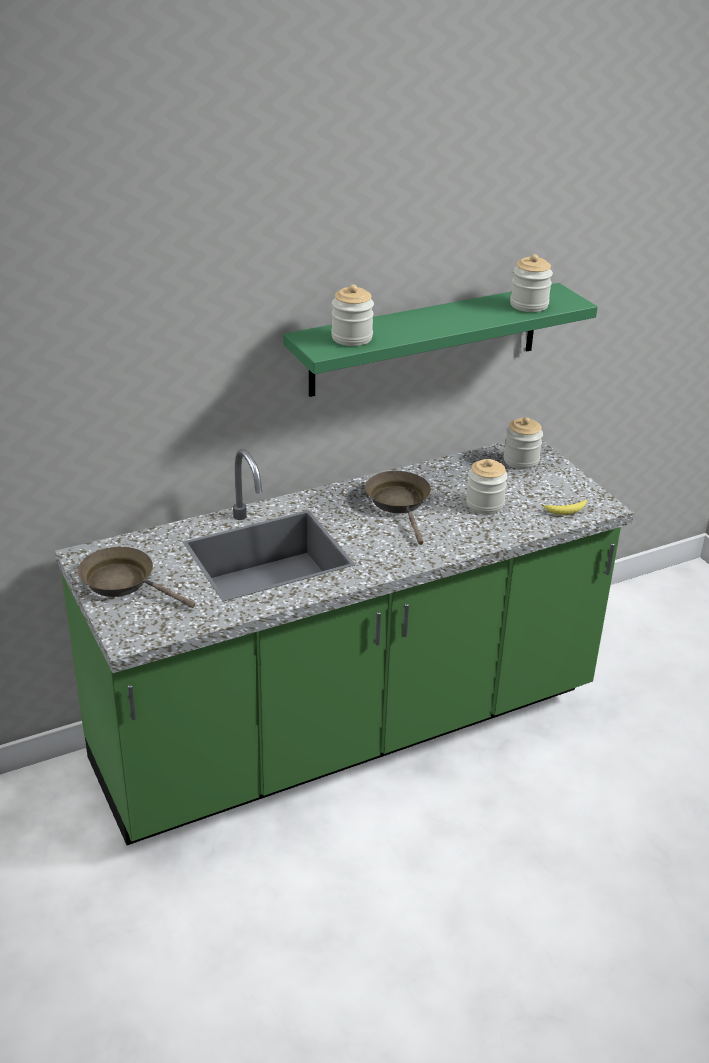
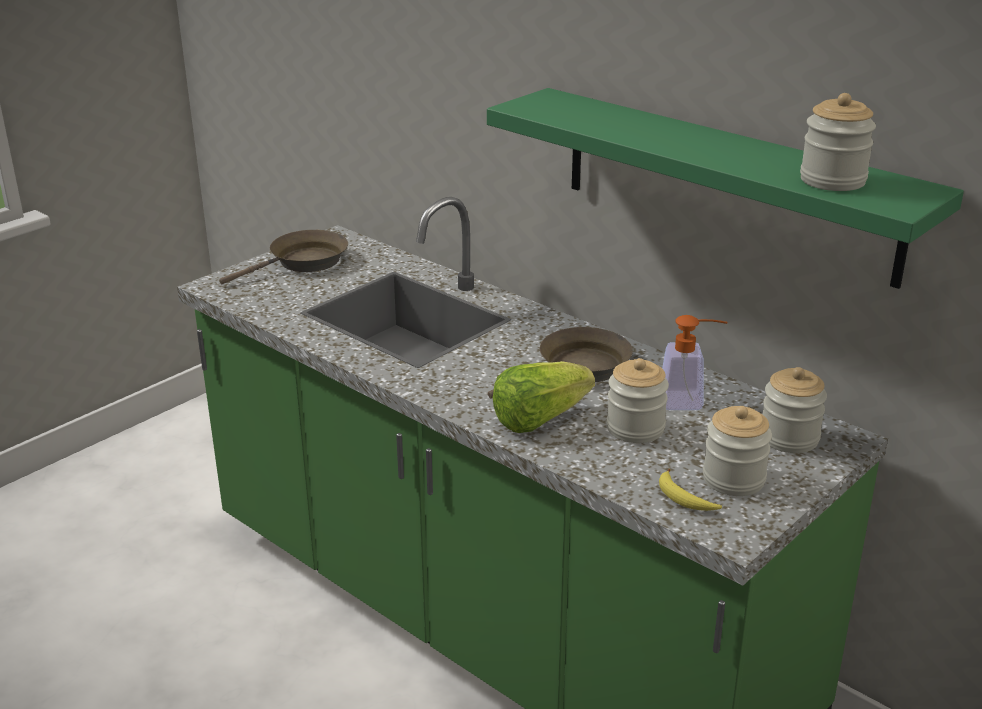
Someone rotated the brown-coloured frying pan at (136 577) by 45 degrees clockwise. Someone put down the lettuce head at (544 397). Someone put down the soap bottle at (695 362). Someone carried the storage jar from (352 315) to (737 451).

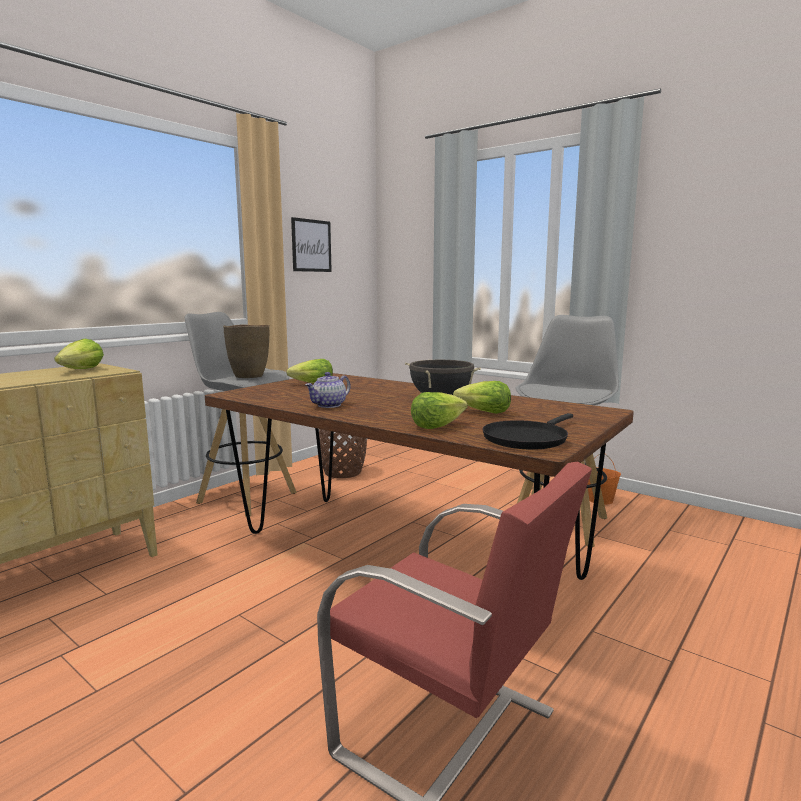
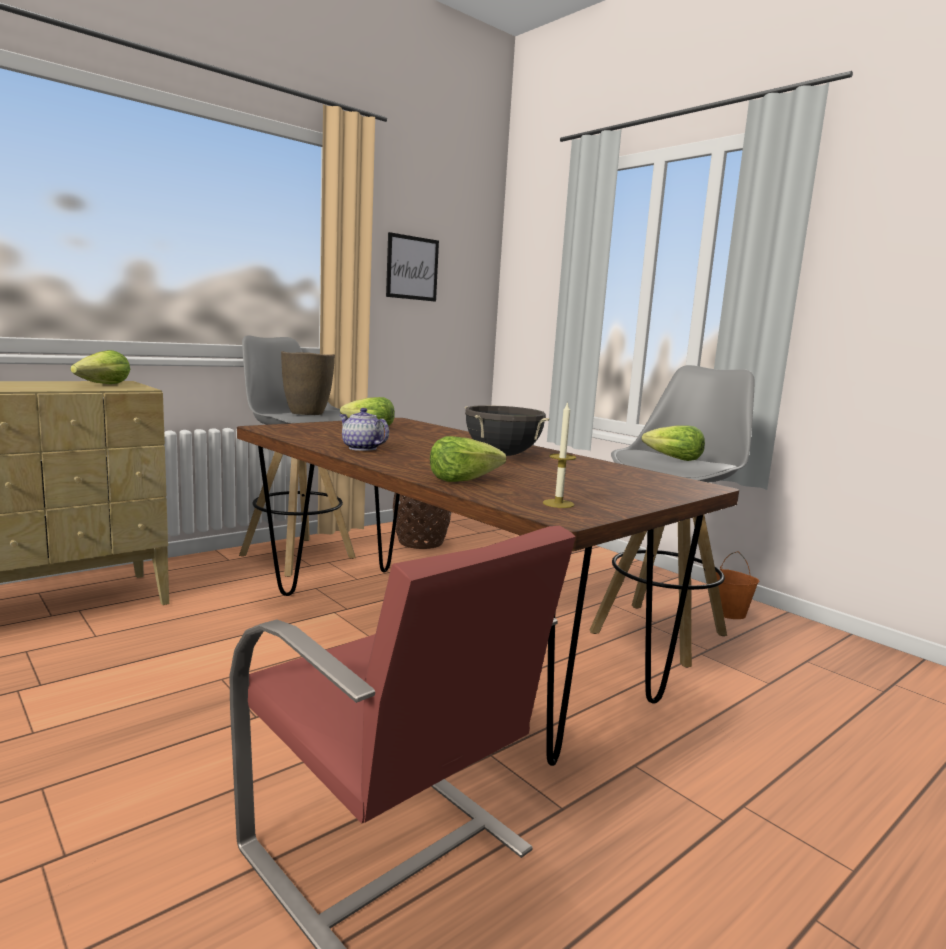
Someone rotated the tea pot at (328 390) by 75 degrees clockwise. Someone swapped the blackish frying pan at (528 431) for the wax candle at (560 454). Someone carried the lettuce head from (482 397) to (673 443).

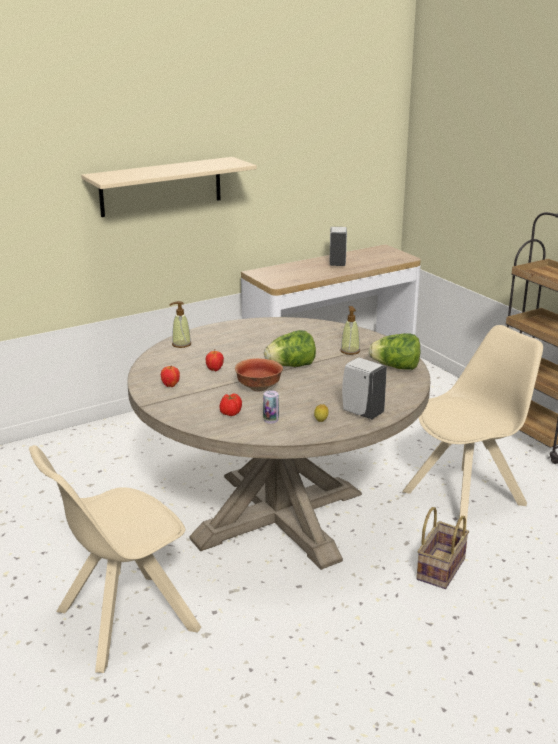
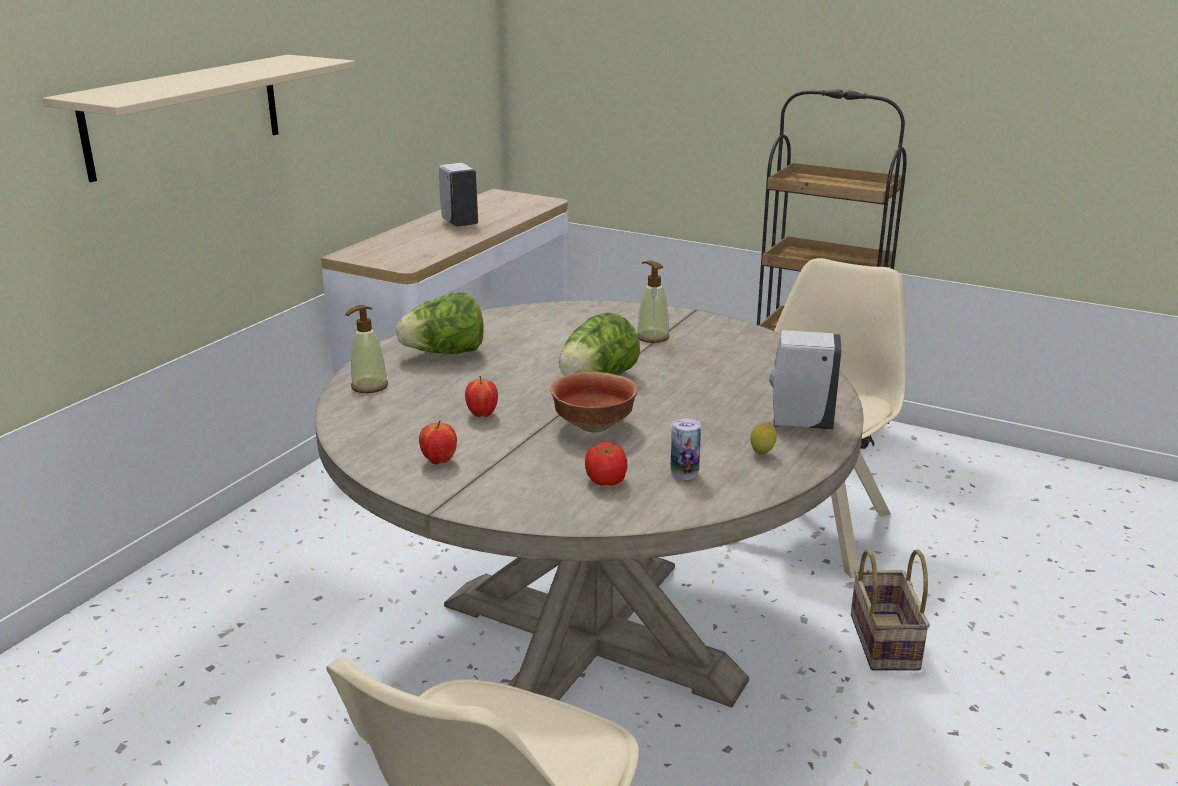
Someone carried the lettuce head from (394 351) to (440 323).

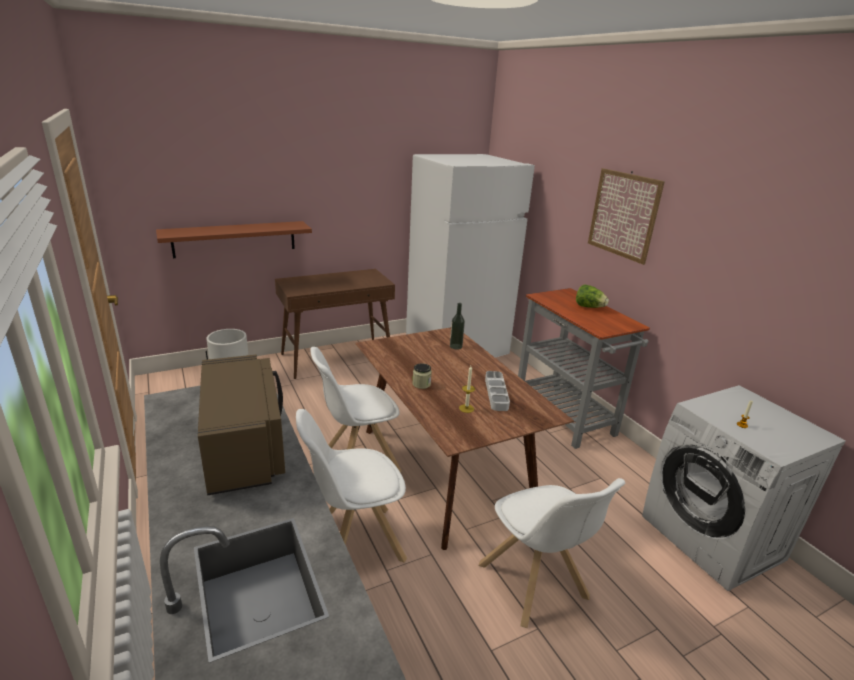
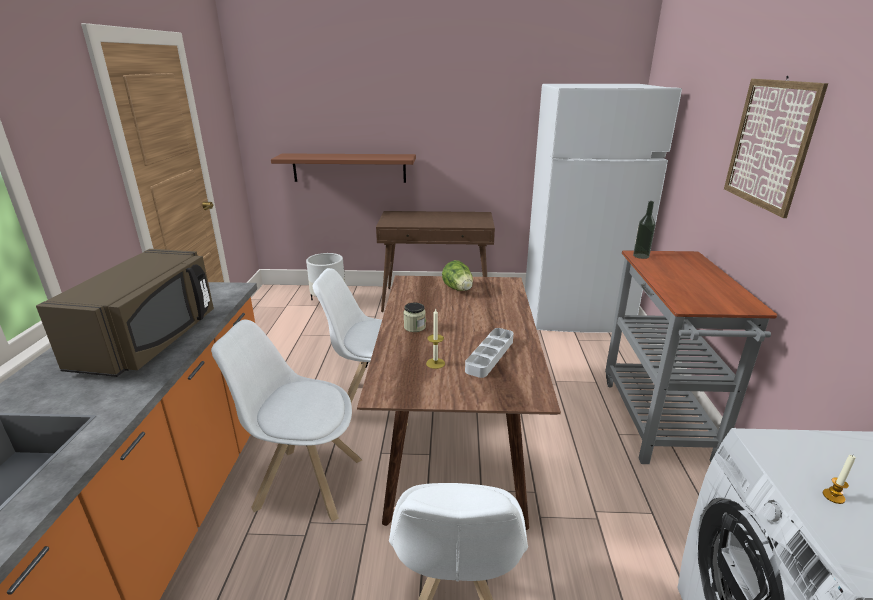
Someone carried the lettuce head from (592 296) to (457 275). Someone carried the drink bottle from (457 326) to (644 230).

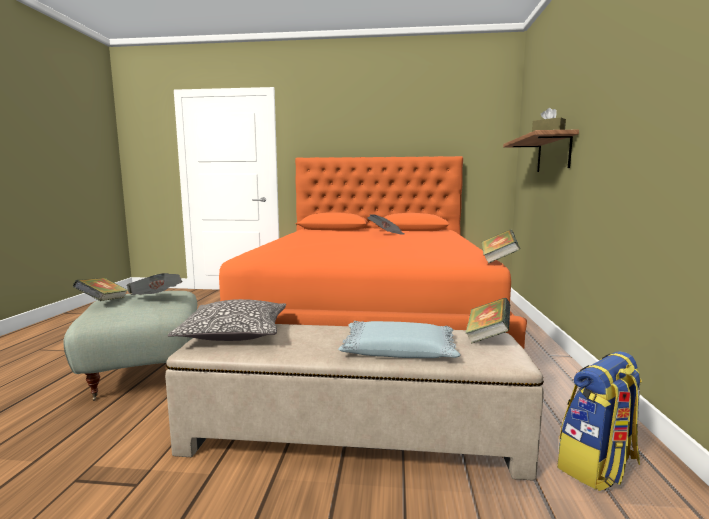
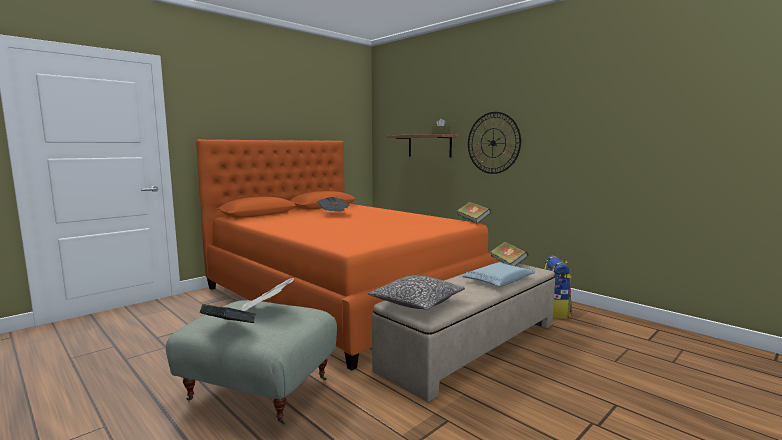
Someone put up the clock on the wall at (494 143).

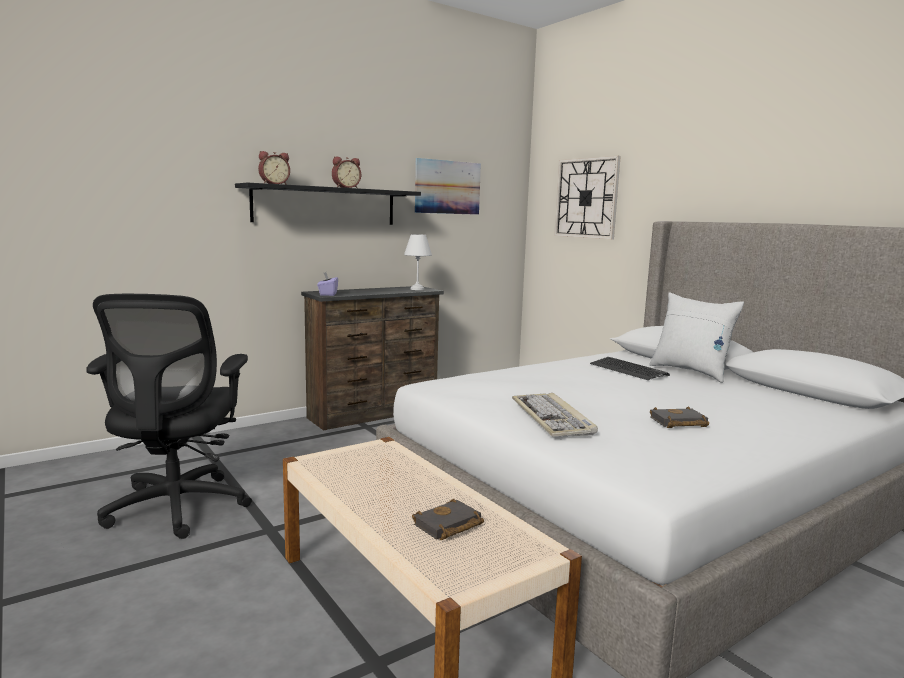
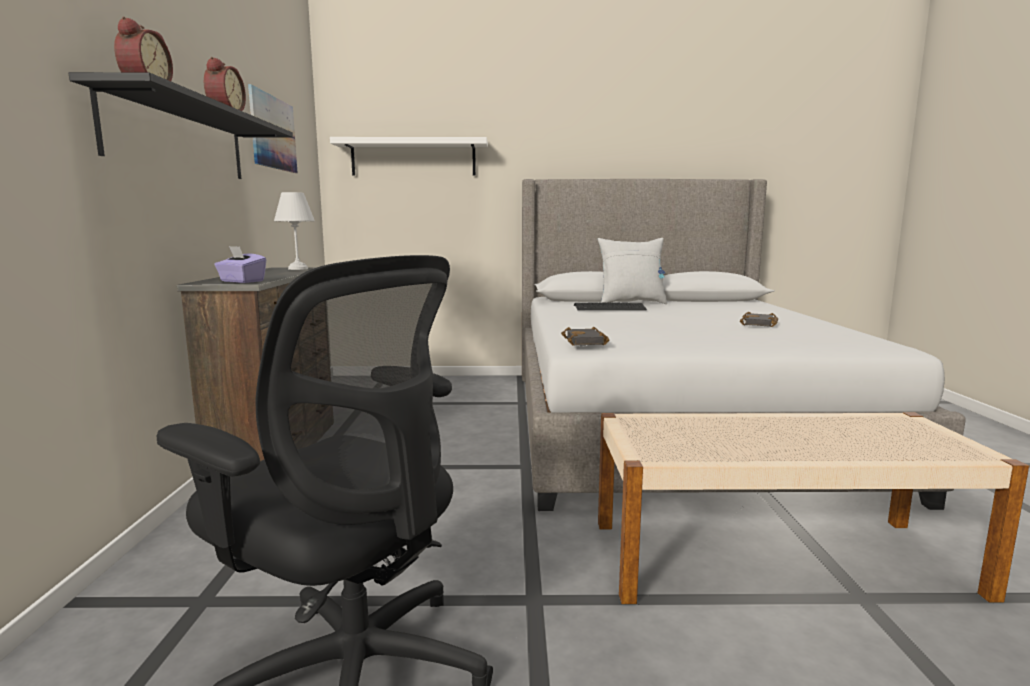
Someone swapped the clock on the wall at (587 197) for the white shelf at (409 156). Someone carried the blackish volume from (448 519) to (585 336). Someone took away the computer keyboard at (555 415).

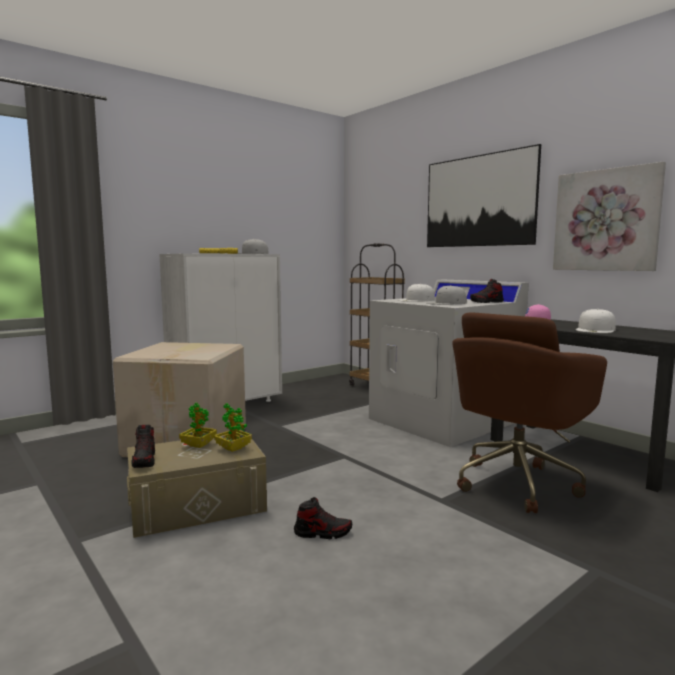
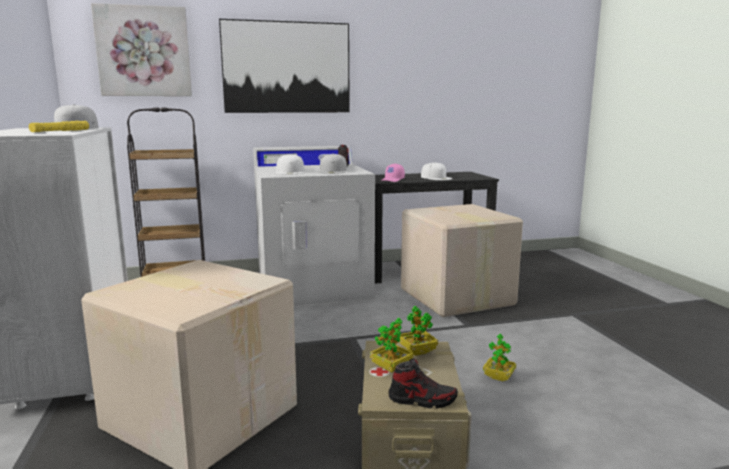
Someone carried the wall art from (609 216) to (141 49). Someone swapped the brown-coloured desk chair at (529 412) for the packing box at (462 260). Someone swapped the shoe at (323 518) for the houseplant at (499 357).

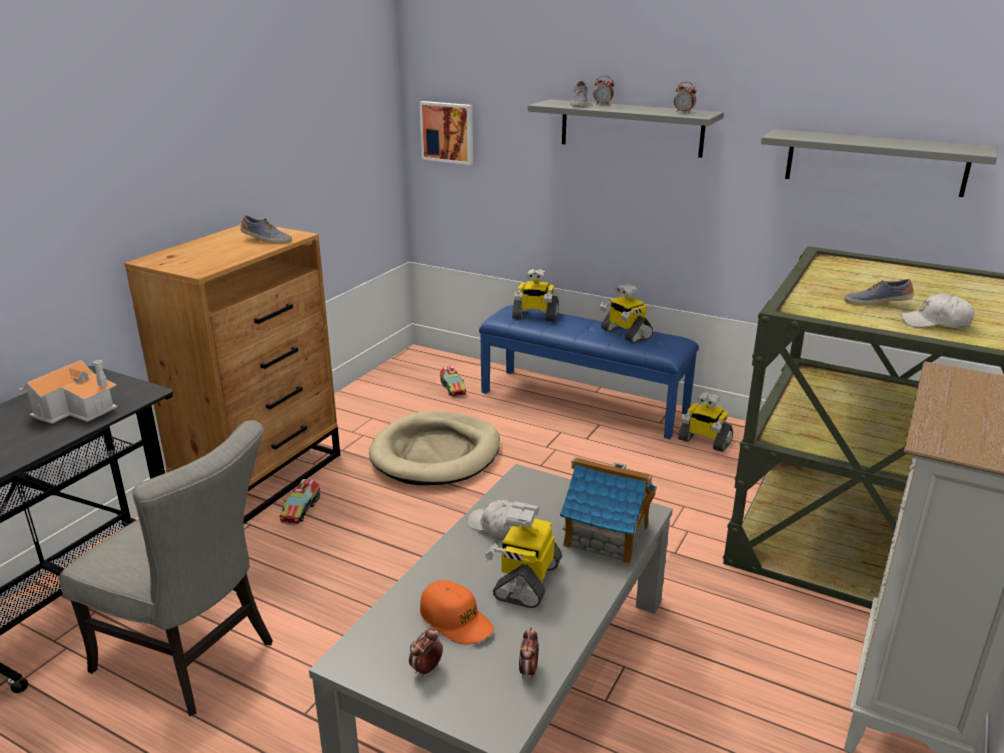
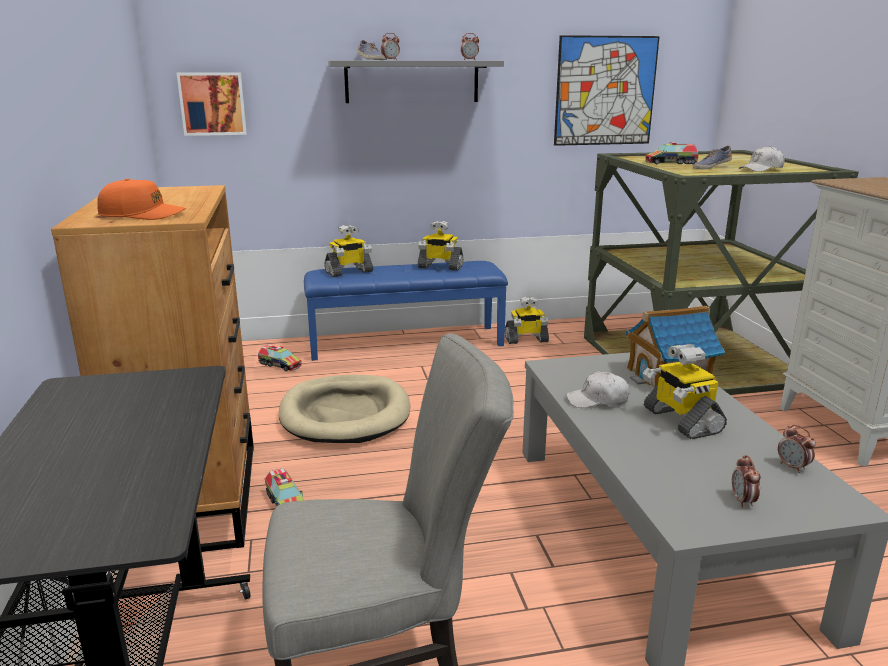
Someone carried the orange baseball cap from (457 612) to (141 199). Someone swapped the grey shelf at (879 163) for the wall art at (607 90). Someone put down the model truck at (671 153). Someone took away the model house at (68 392). Someone took away the shoe at (266 229).

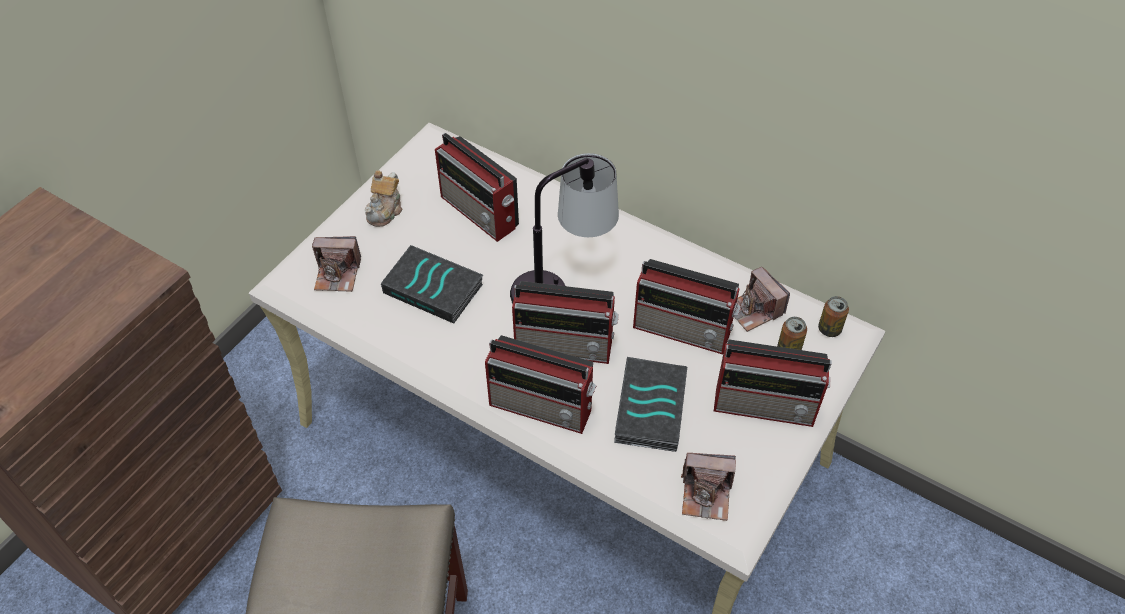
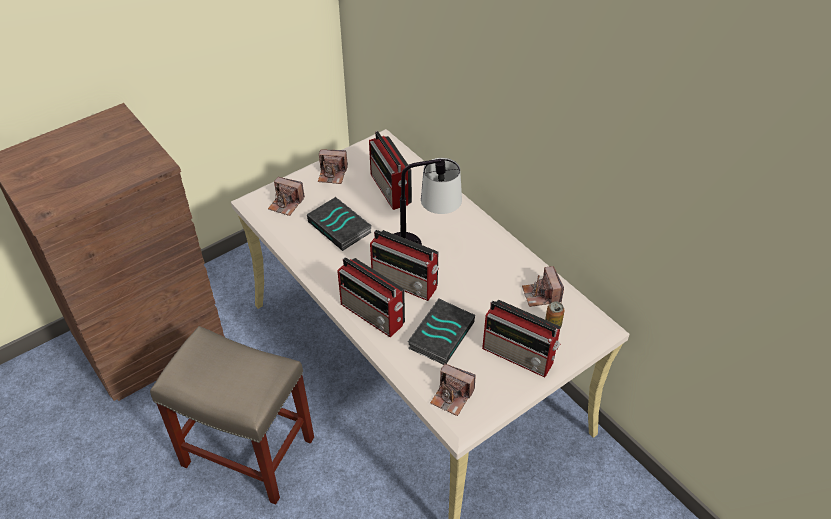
Someone swapped the tea pot at (383 199) for the photo camera at (333 166). Someone took away the radio set at (687 307). Someone took away the sealed can at (833 316).

